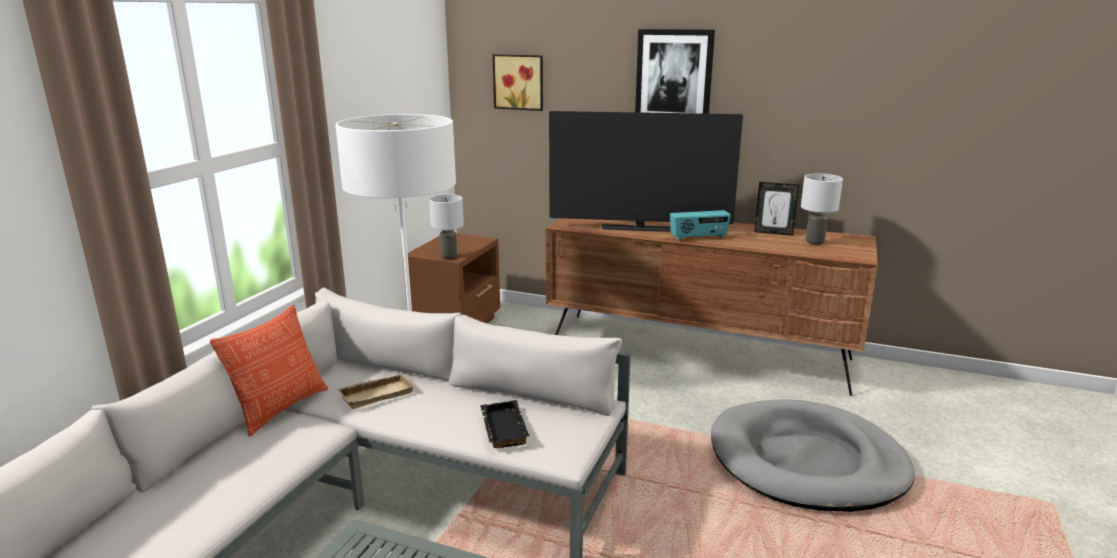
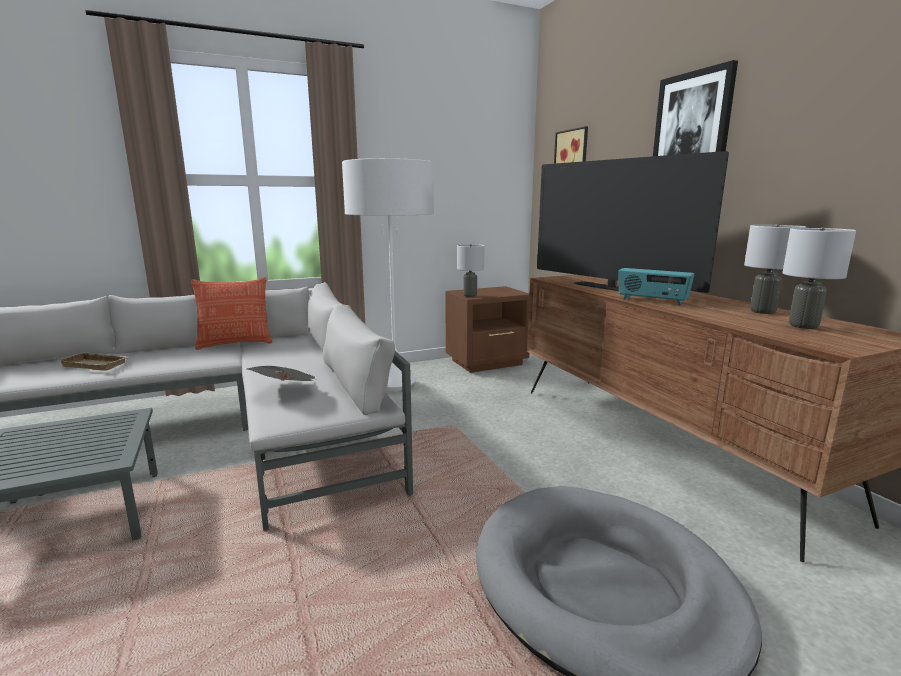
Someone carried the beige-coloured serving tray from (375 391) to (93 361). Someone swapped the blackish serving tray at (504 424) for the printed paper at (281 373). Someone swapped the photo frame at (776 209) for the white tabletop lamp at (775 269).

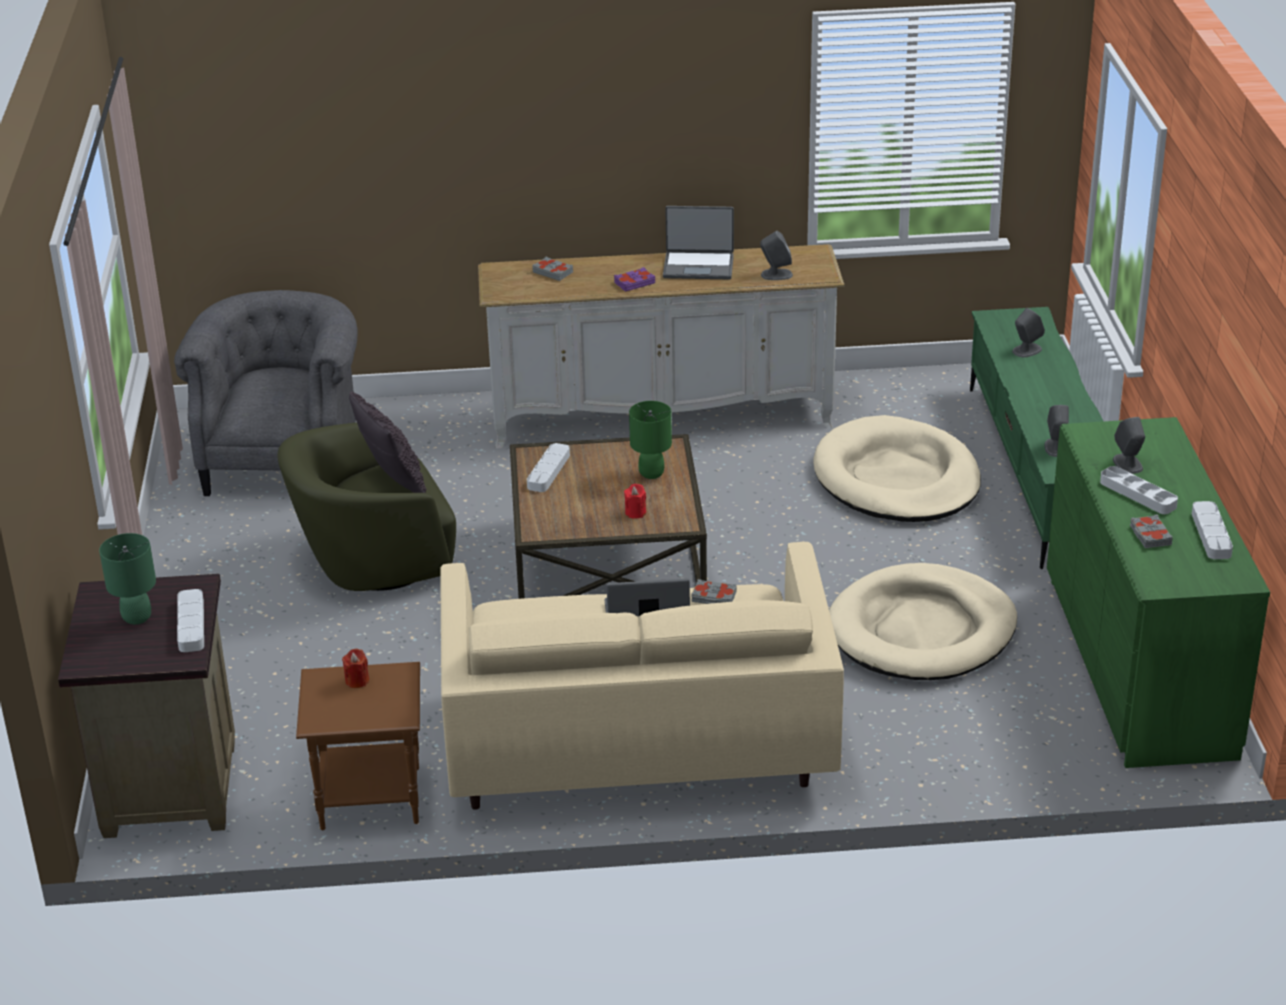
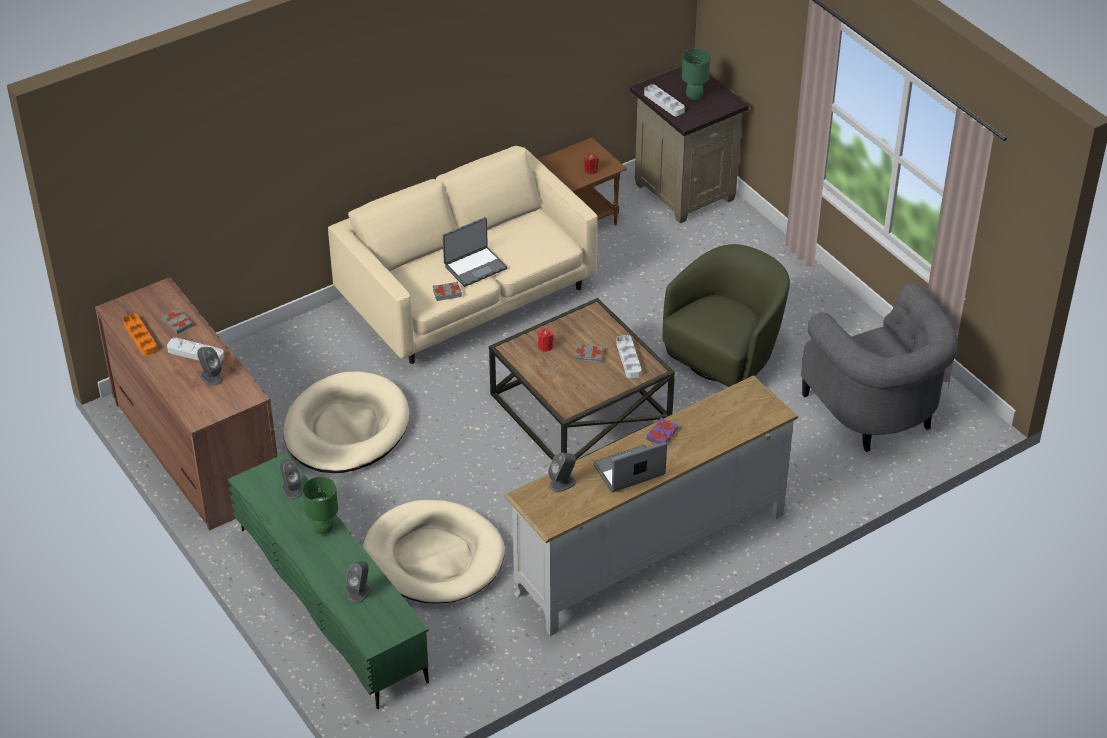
Someone repainted the green-coloured dresser at (1158 592), which became the brown-coloured dresser at (186 404). Someone repainted the grey serving tray at (1212 530), which became the orange serving tray at (140 335). Someone carried the green-coloured tabletop lamp from (650 440) to (320 505). Someone carried the grey volume from (552 269) to (589 353). Someone took away the blackish throw pillow at (388 442).

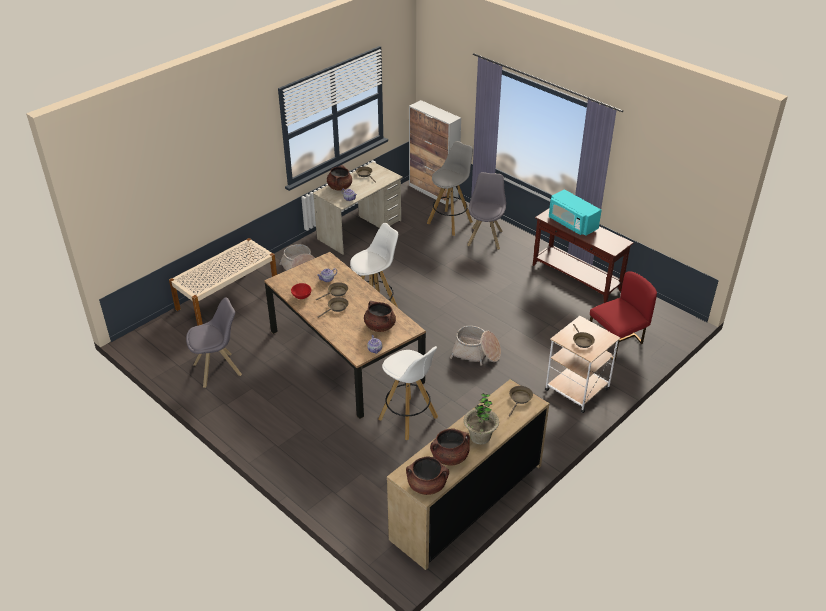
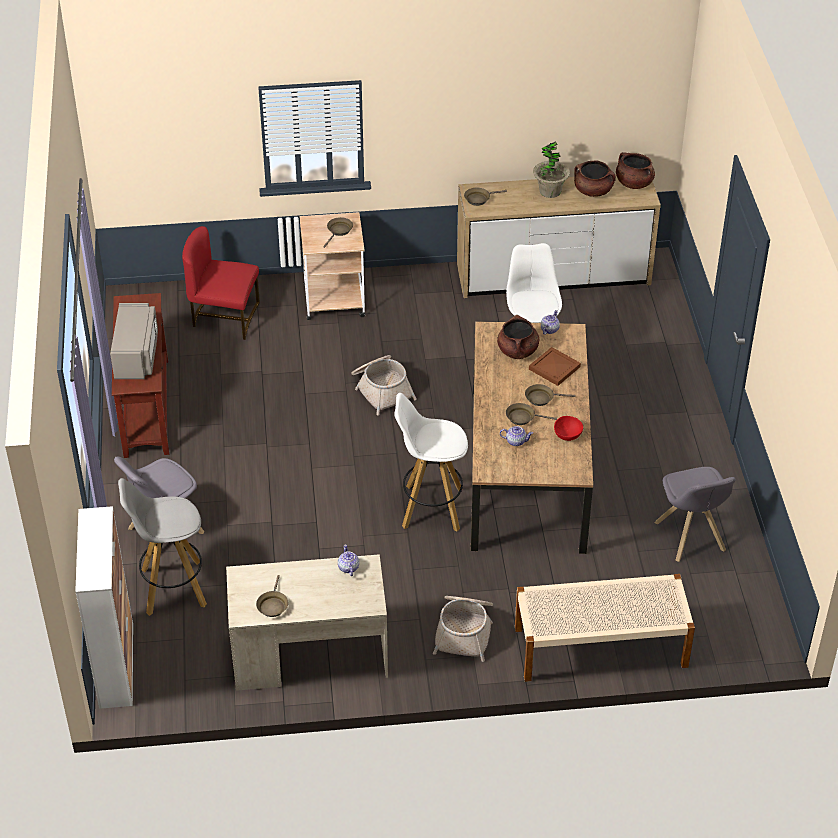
Someone repainted the blue-green microwave oven at (575 212), which became the grey microwave oven at (134 341). Someone put down the brown-coloured serving tray at (555 366). Someone rotated the grey upright chair at (214 343) by 120 degrees counterclockwise. Someone took away the brown-coloured stockpot at (339 178).

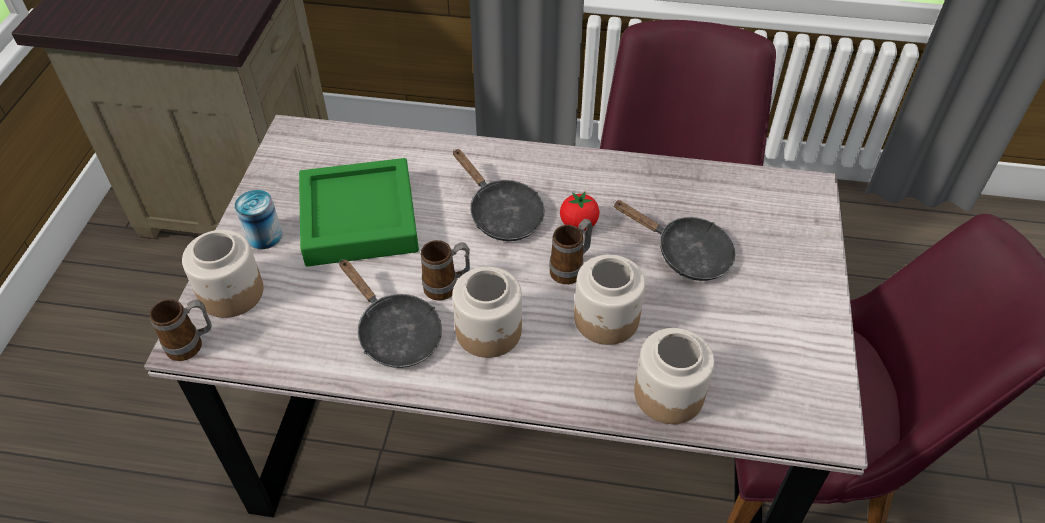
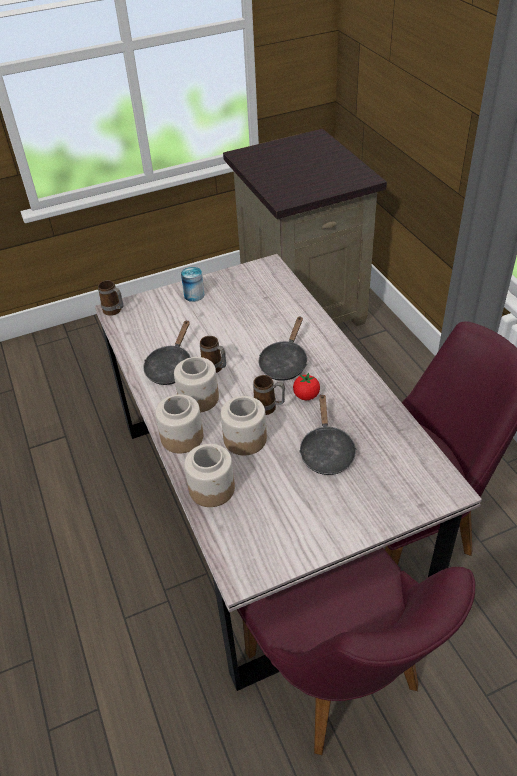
Someone carried the storage jar from (223 274) to (179 424). Someone took away the green-coloured serving tray at (359 212).

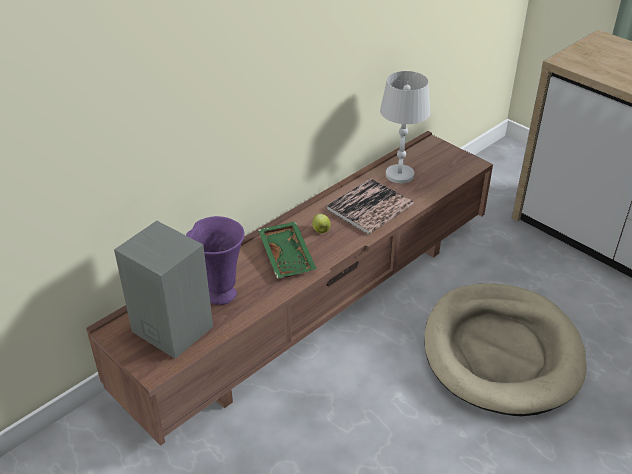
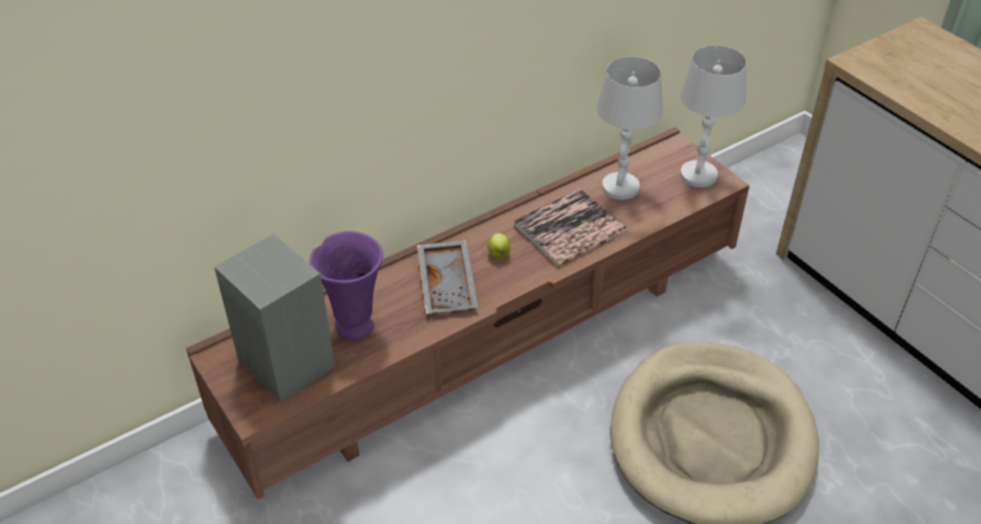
Someone repainted the green-coloured serving tray at (287 250), which became the grey serving tray at (447 277). Someone put down the white tabletop lamp at (713 116).

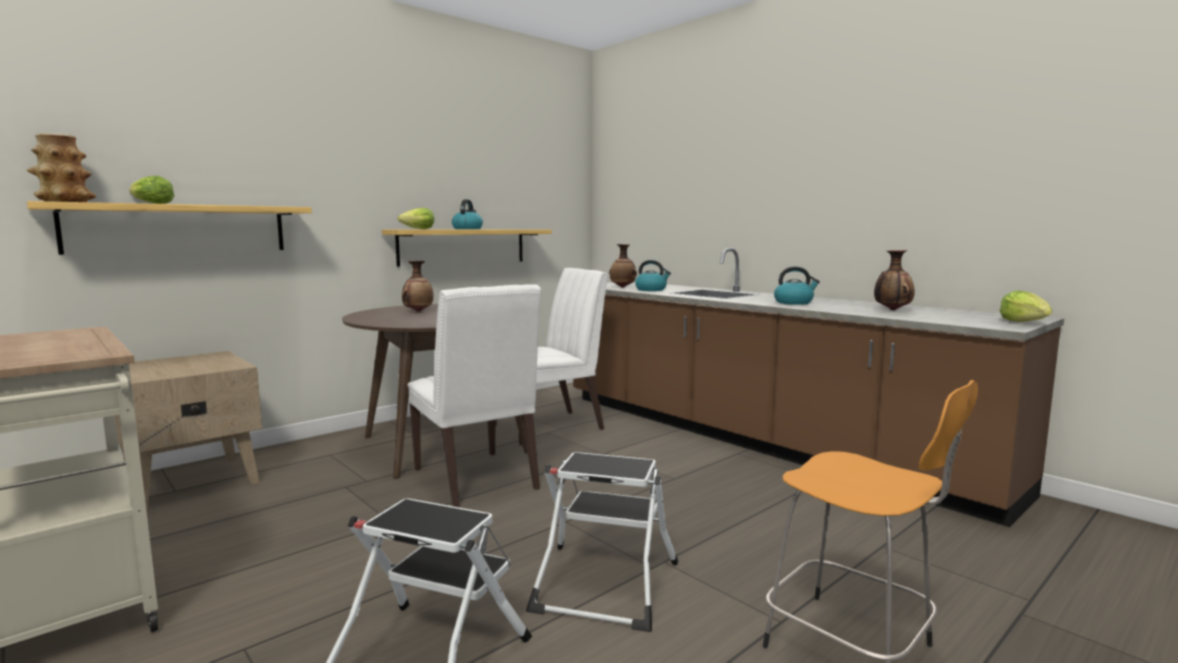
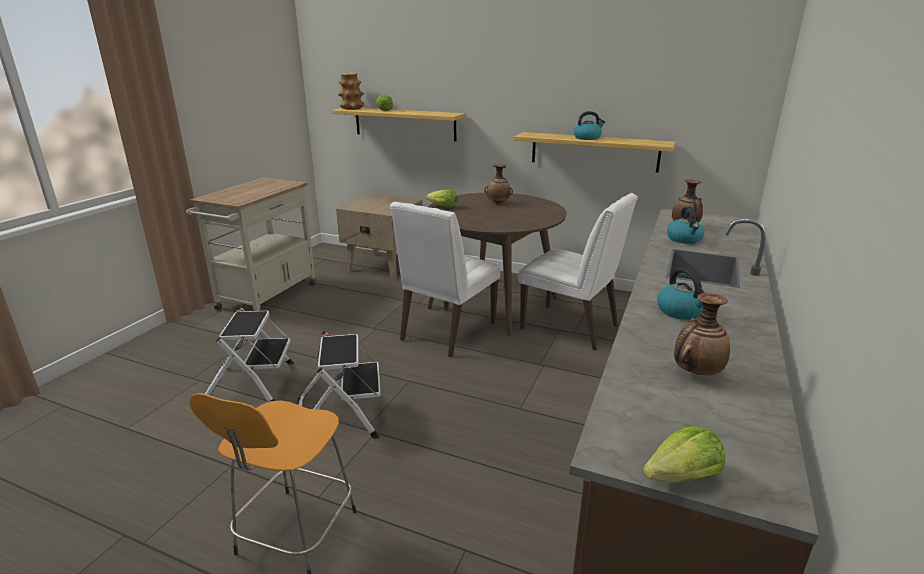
Someone carried the lettuce head from (416 218) to (441 198).

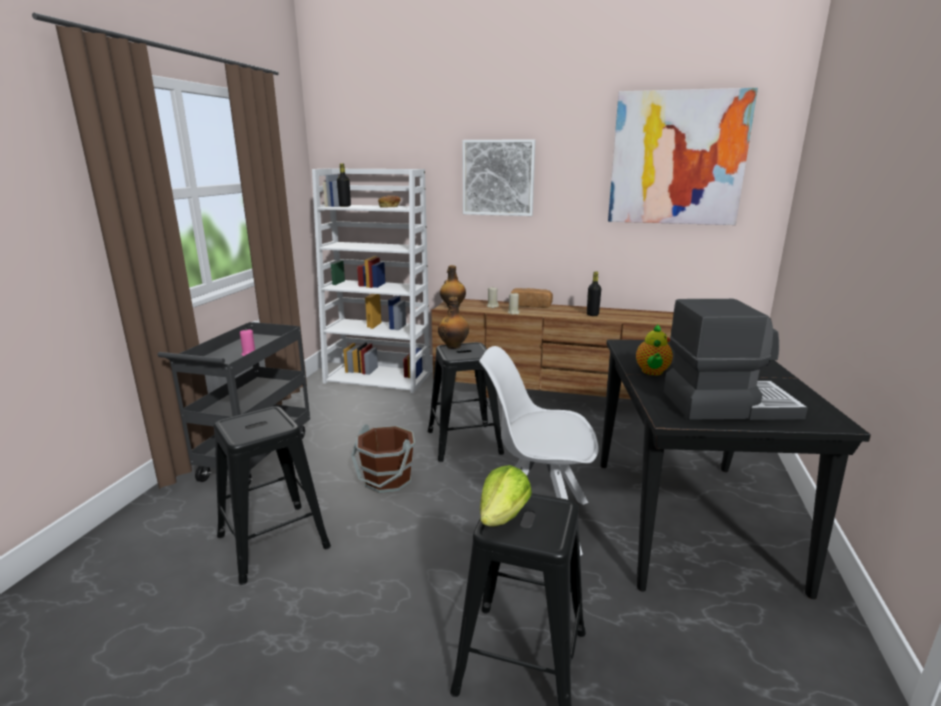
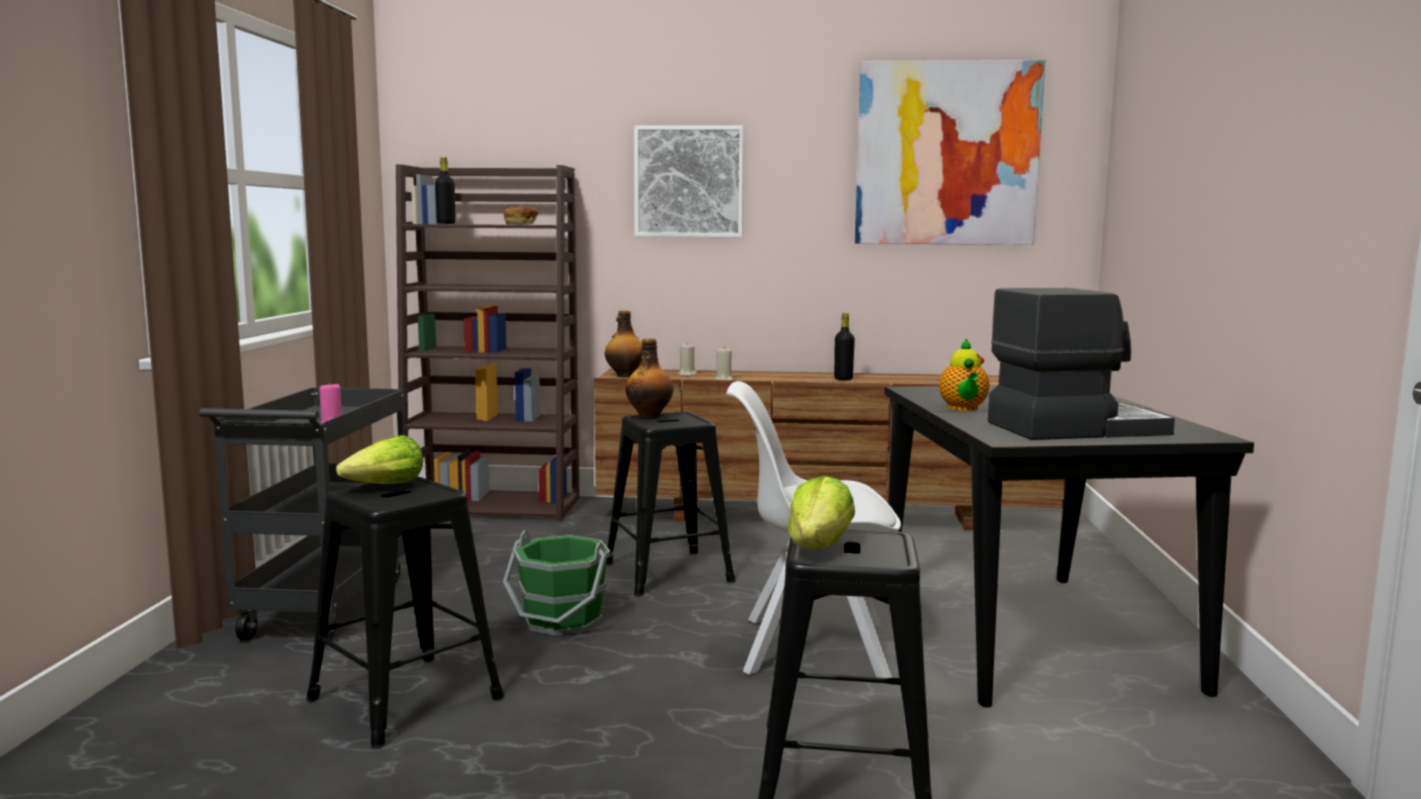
Someone put down the lettuce head at (379 459). Someone repainted the white shelving unit at (371 280), which became the brown-coloured shelving unit at (487 343). Someone repainted the brown-coloured bucket at (383 458), which became the green-coloured bucket at (556 583). Someone took away the bakery bread at (532 298).

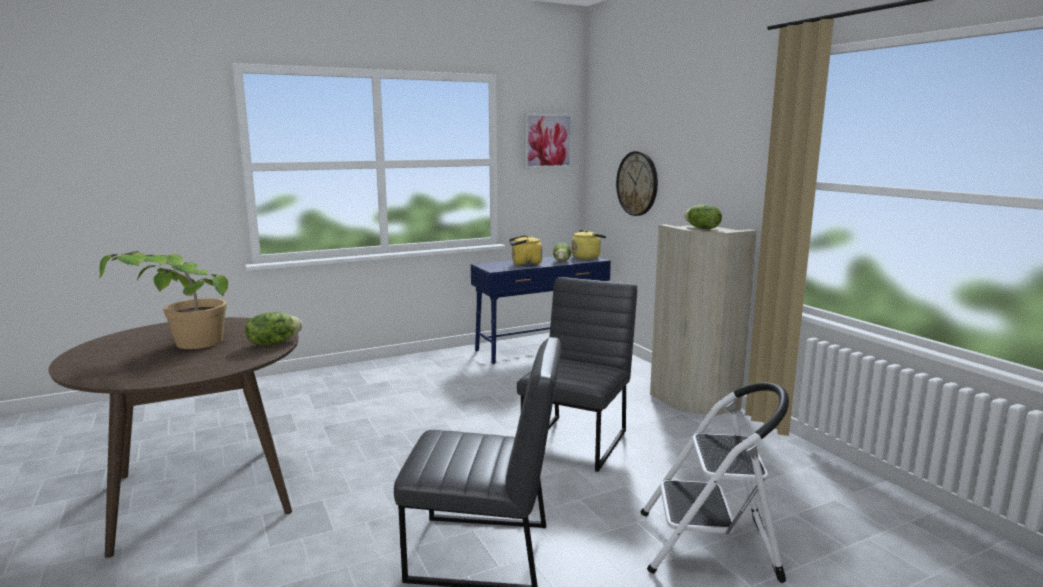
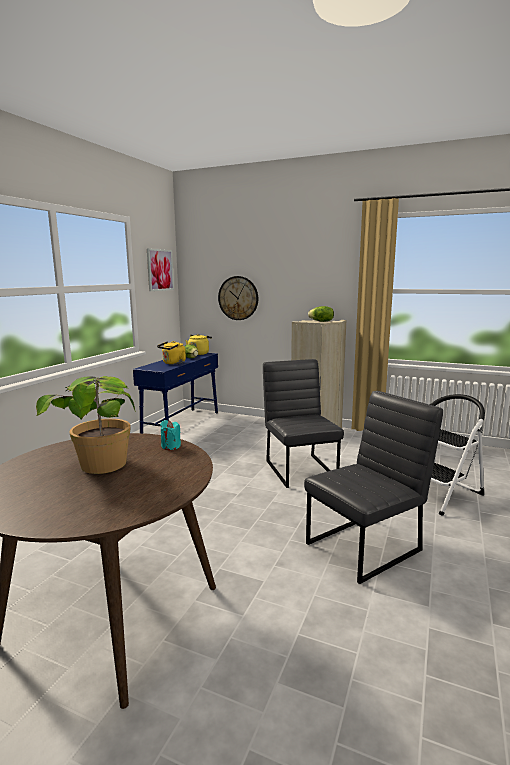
Someone swapped the lettuce head at (273 328) for the blue-green wax candle at (170 435).

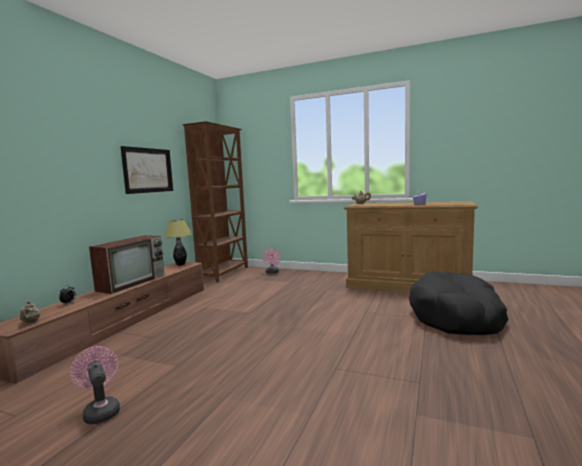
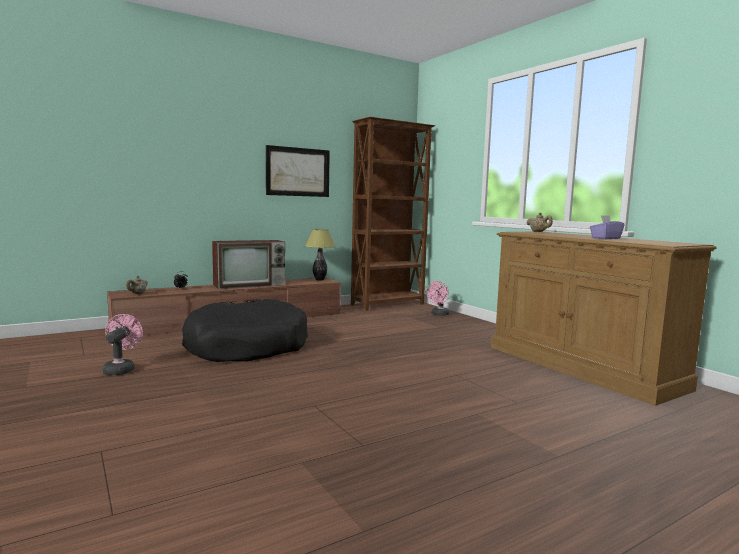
Someone carried the blackish pet bed from (458 303) to (245 330).

